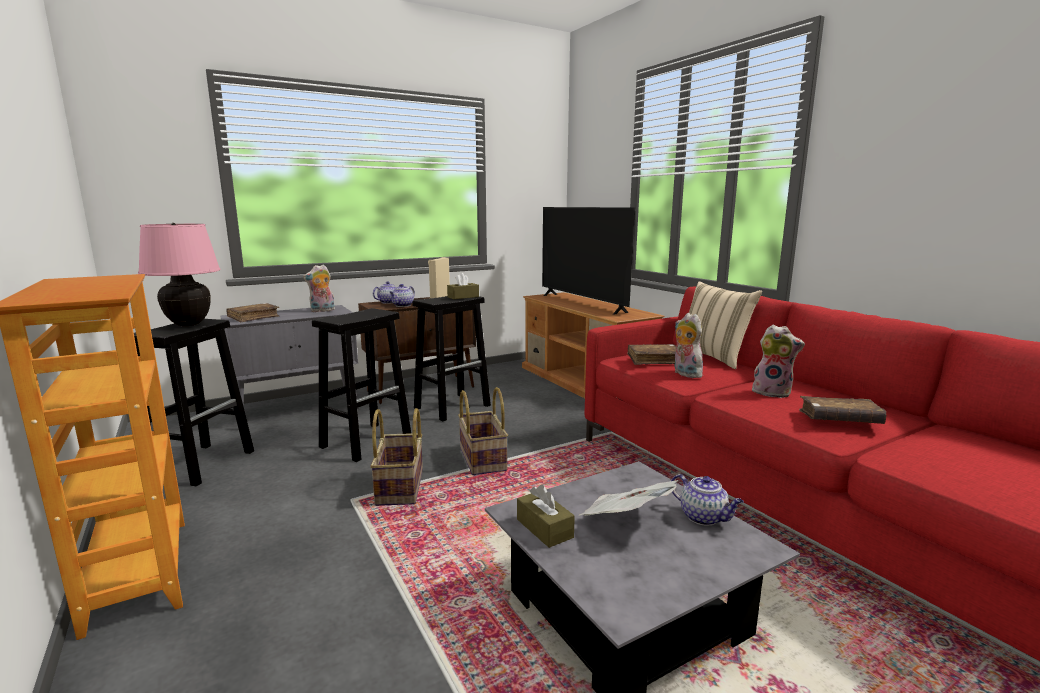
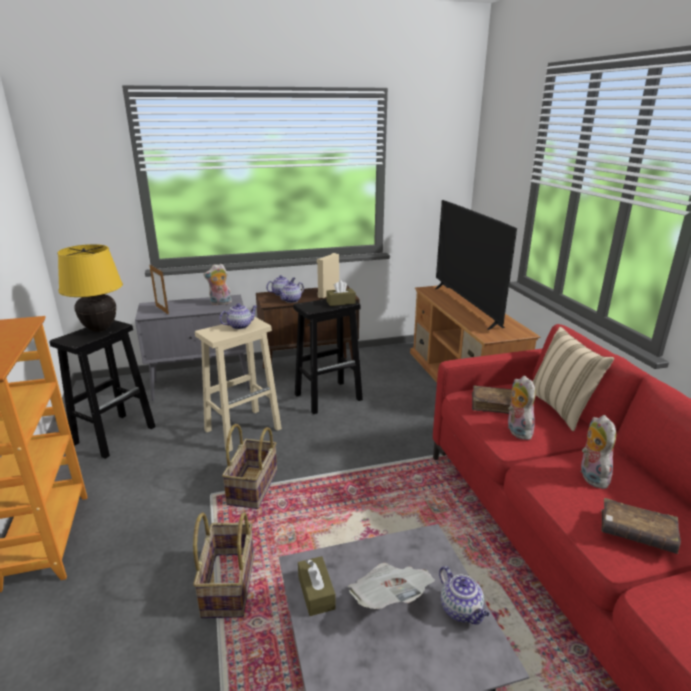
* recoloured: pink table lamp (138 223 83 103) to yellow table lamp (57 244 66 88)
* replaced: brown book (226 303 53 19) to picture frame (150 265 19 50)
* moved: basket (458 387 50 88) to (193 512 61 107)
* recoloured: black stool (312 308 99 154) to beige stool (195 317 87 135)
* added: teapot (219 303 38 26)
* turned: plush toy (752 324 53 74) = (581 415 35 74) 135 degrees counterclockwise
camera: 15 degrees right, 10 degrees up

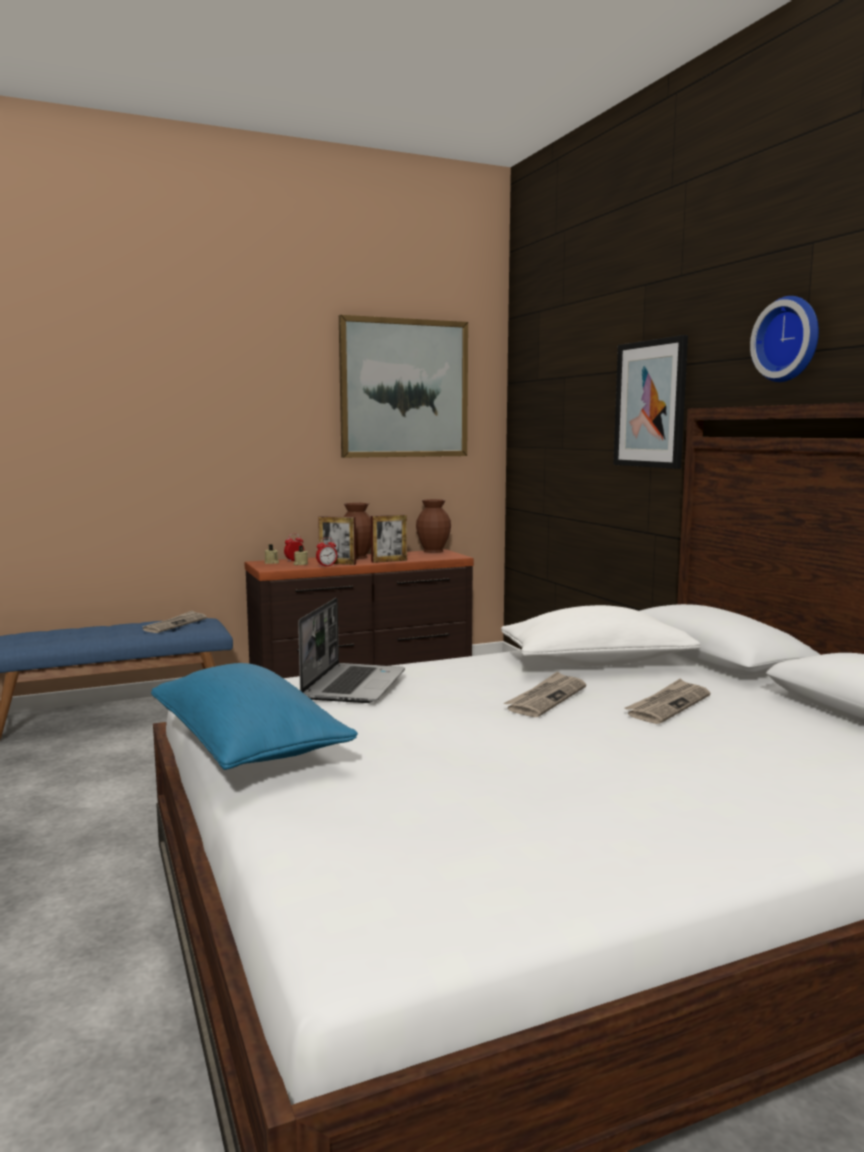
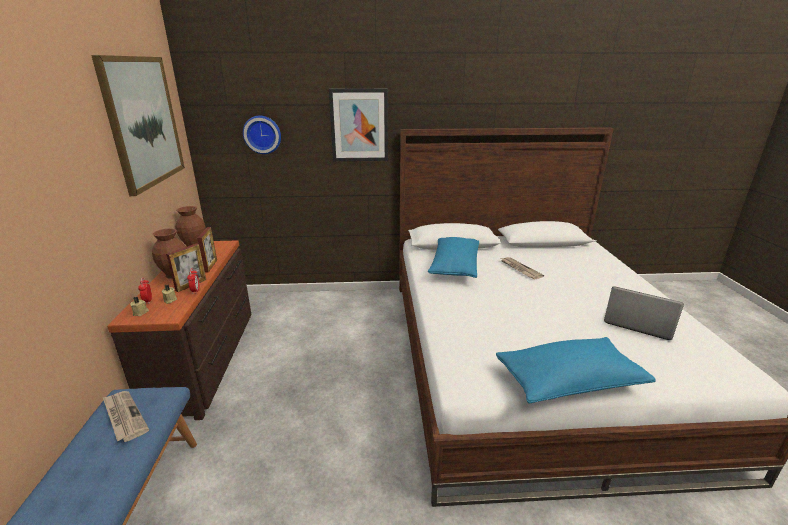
* moved: wall clock (750 296 69 86) to (243 116 38 38)
* recoloured: white pillow (501 605 200 61) to blue pillow (428 237 51 41)
* moved: laptop (298 598 107 105) to (604 286 80 54)
* removed: newspaper (504 671 82 46)
camera: 70 degrees left, 15 degrees up

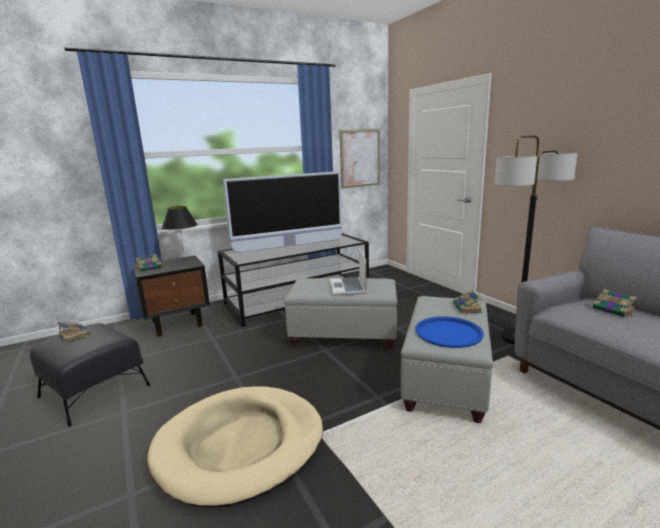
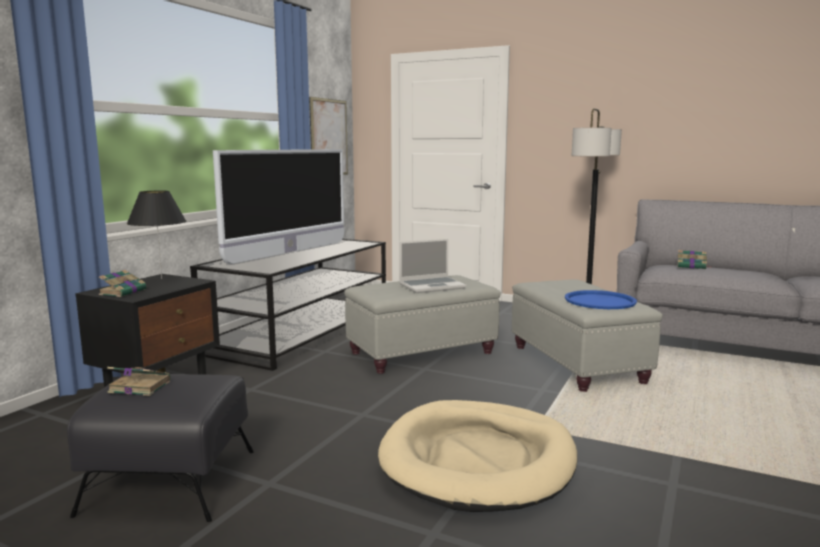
* turned: laptop (330 248 37 48) = (399 239 67 54) 75 degrees counterclockwise
* removed: book (453 290 30 24)
camera: 35 degrees left, 5 degrees down

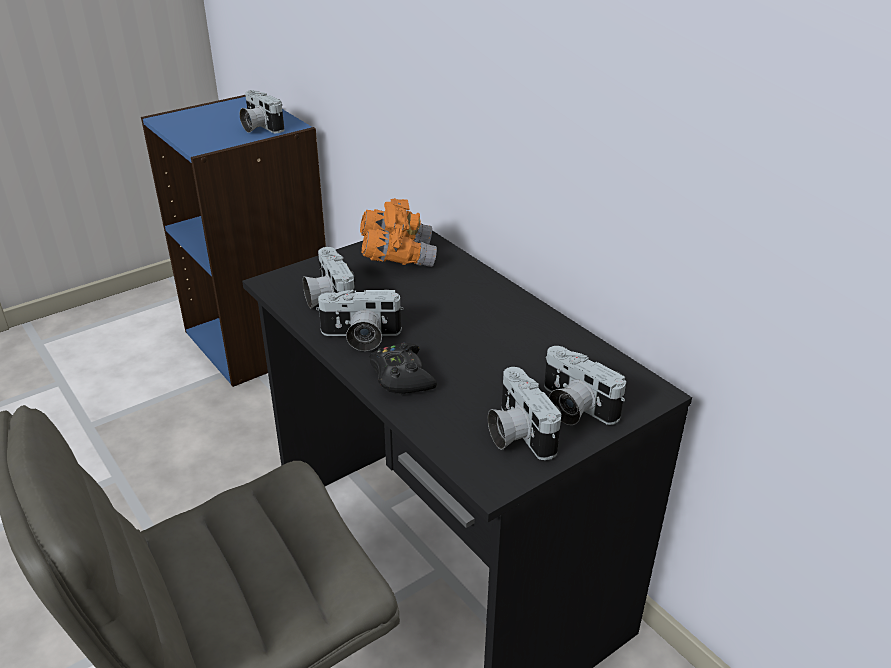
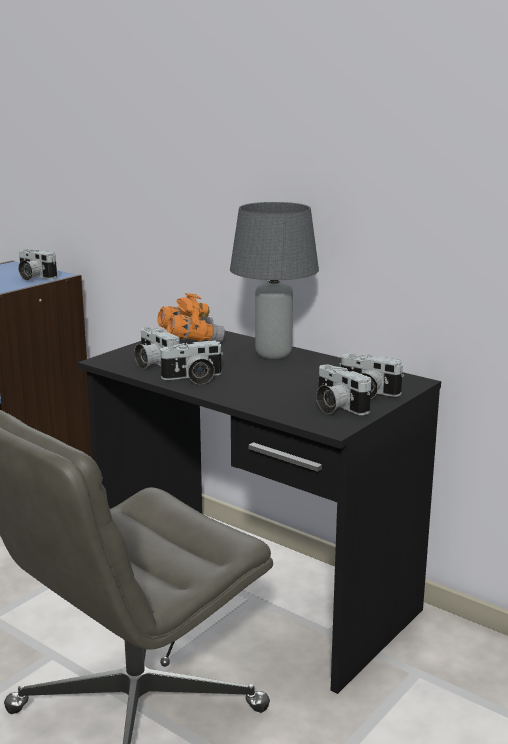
* added: grey table lamp (230 202 89 157)
* removed: black game controller (369 343 68 52)
camera: 15 degrees left, 15 degrees down

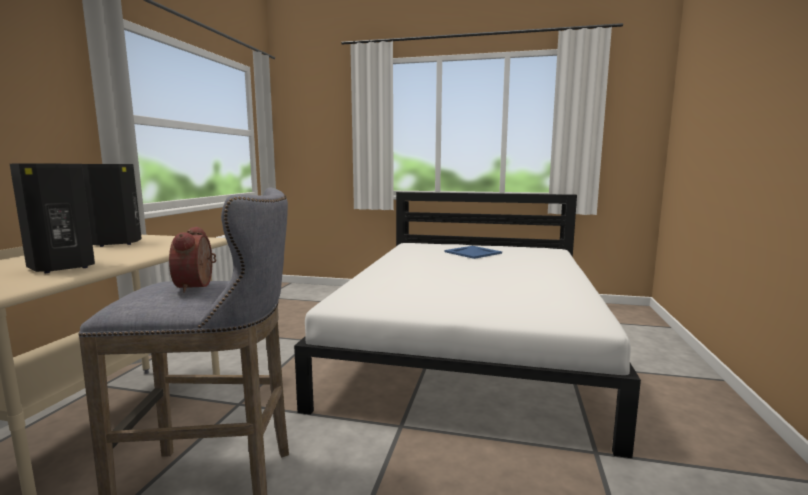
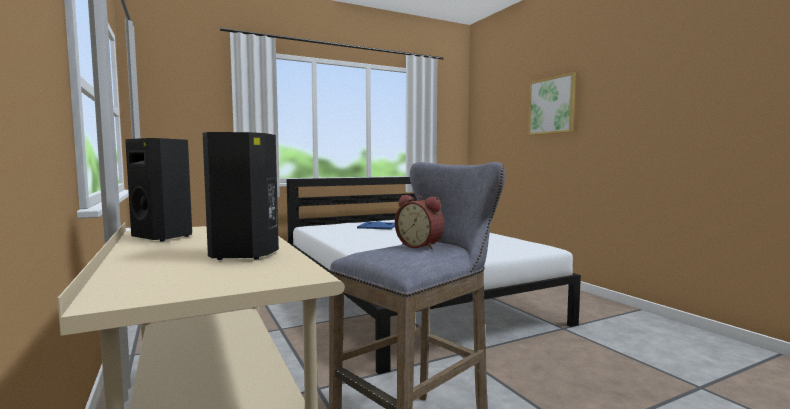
* added: picture (528 72 48 63)
camera: 40 degrees left, 5 degrees down

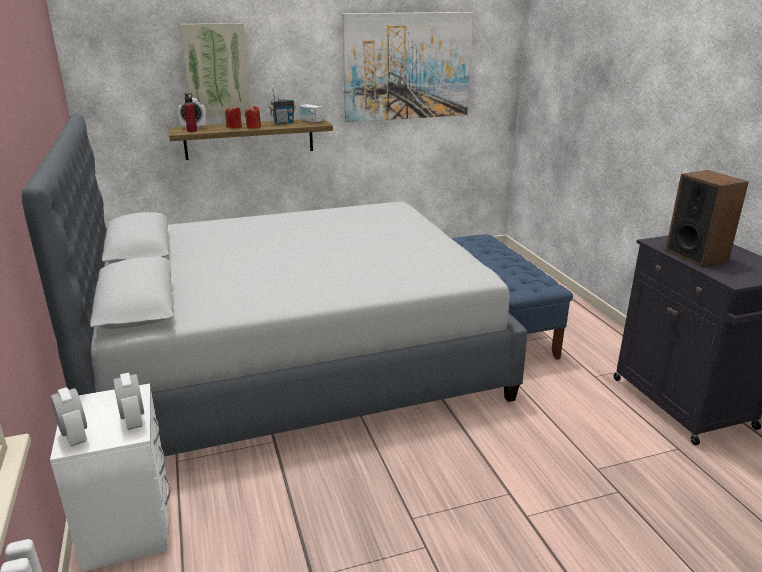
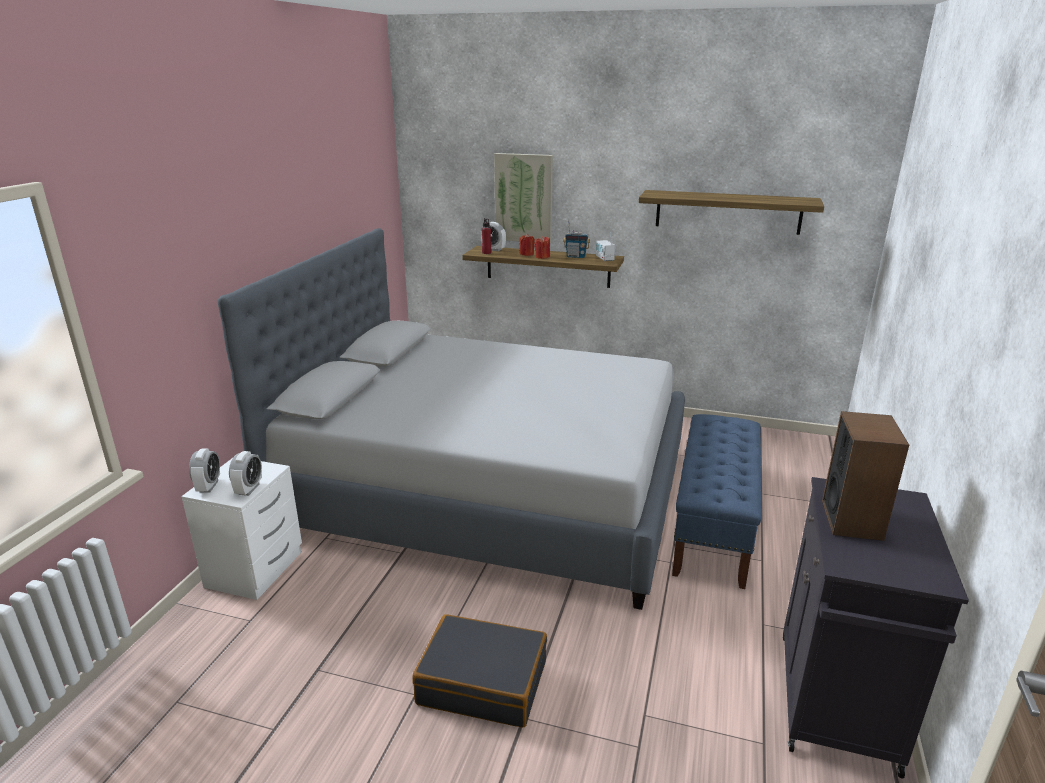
* added: black suitcase (412 614 135 114)
* replaced: picture (342 12 131 110) to shelf (639 190 185 45)
camera: 35 degrees right, 0 degrees up

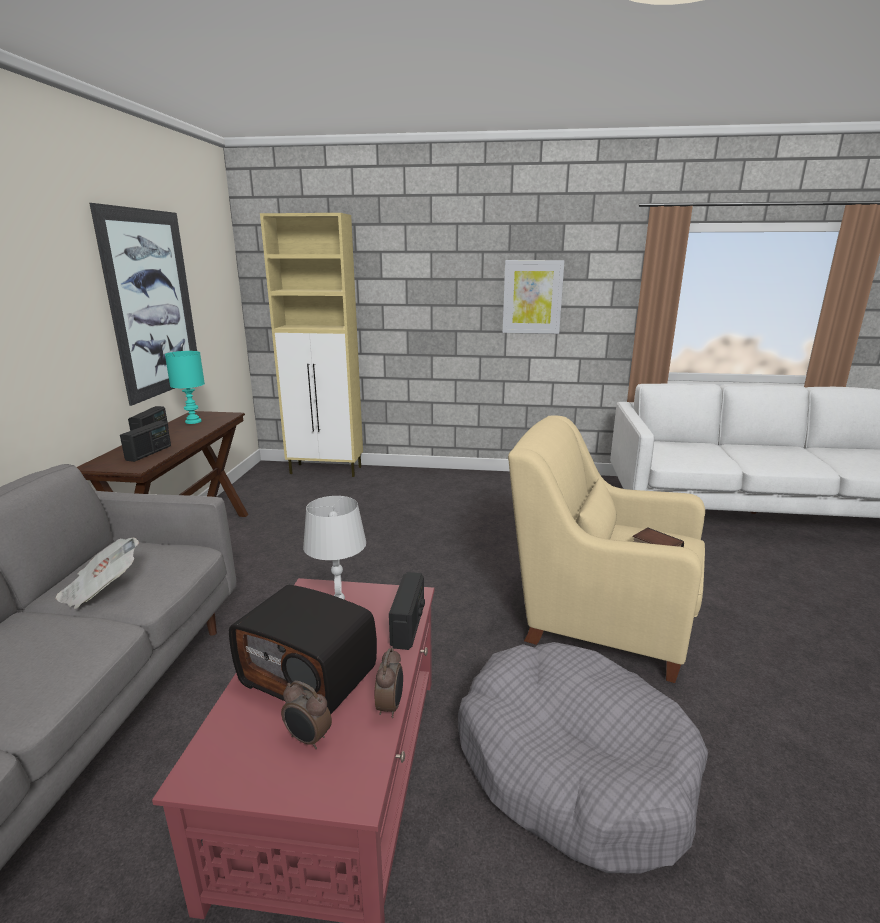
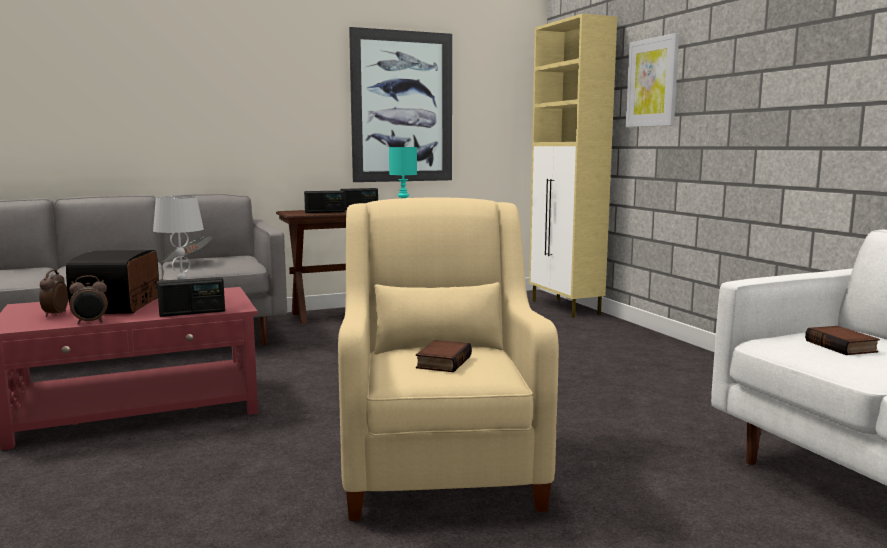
* moved: picture (502 260 63 74) to (626 33 53 94)
* added: book (805 326 75 29)
* removed: grey dog bed (458 642 250 232)
camera: 60 degrees right, 10 degrees down

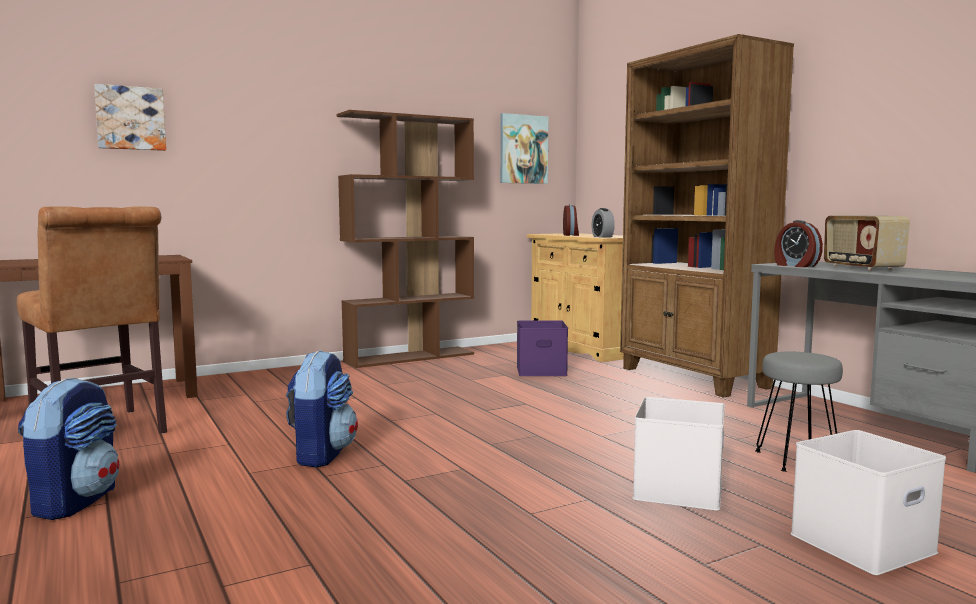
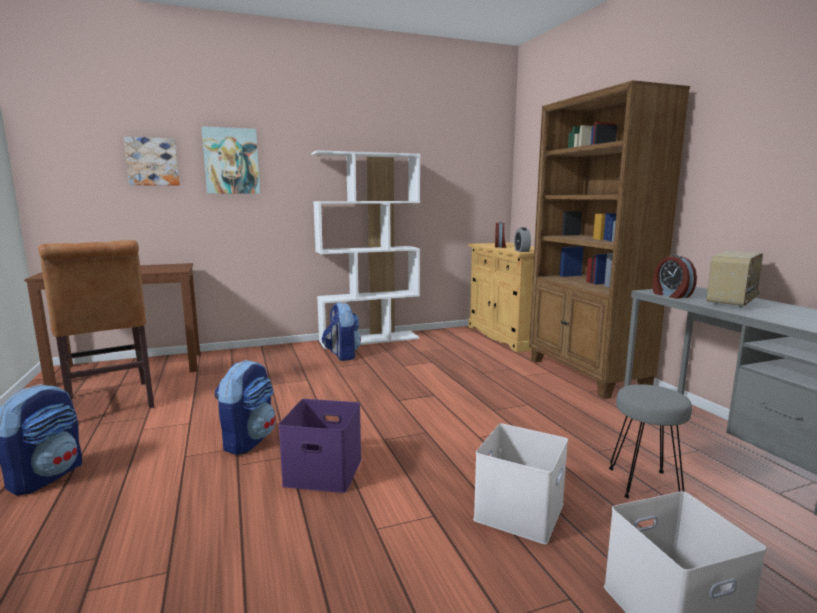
* moved: picture (500 113 48 71) to (201 126 59 68)
* moved: purple storage box (517 320 51 56) to (278 399 84 94)
* recoloured: brown bookcase (337 110 137 258) to white bookcase (311 150 109 199)
* added: backpack (322 302 39 59)
* turned: radio (824 216 86 55) = (706 251 57 57) 135 degrees counterclockwise
camera: 10 degrees right, 5 degrees up

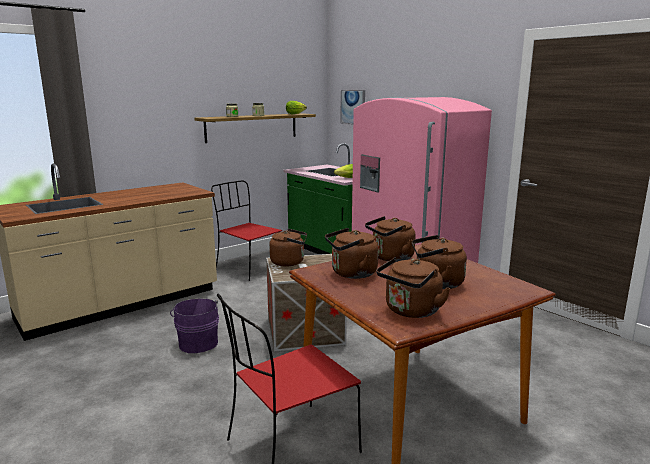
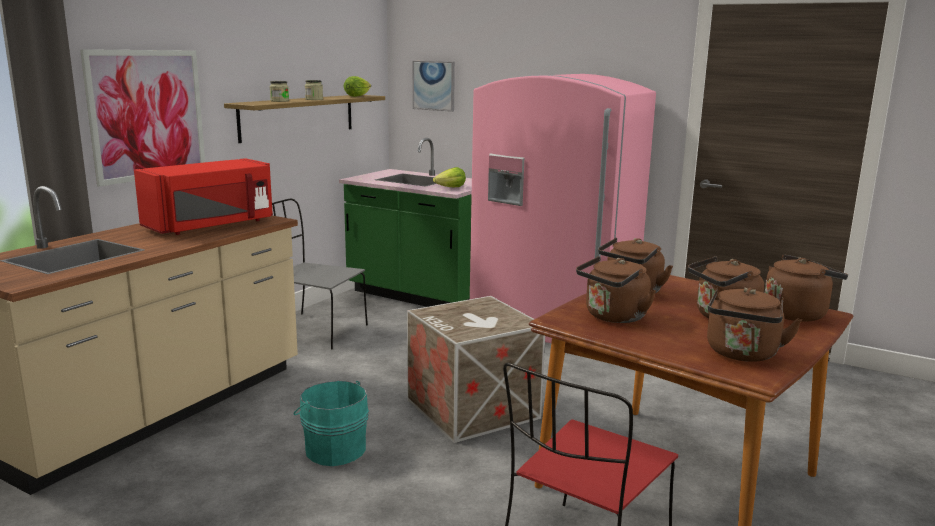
* added: picture (80 49 125 137)
* added: red microwave (134 158 139 77)
* recoloured: red chair (211 180 71 101) to grey chair (272 198 96 152)
* recoloured: purple bucket (170 298 49 55) to turquoise bucket (294 380 75 86)
* moved: brown kettle (269 229 38 37) to (764 255 84 67)
camera: 20 degrees left, 0 degrees up

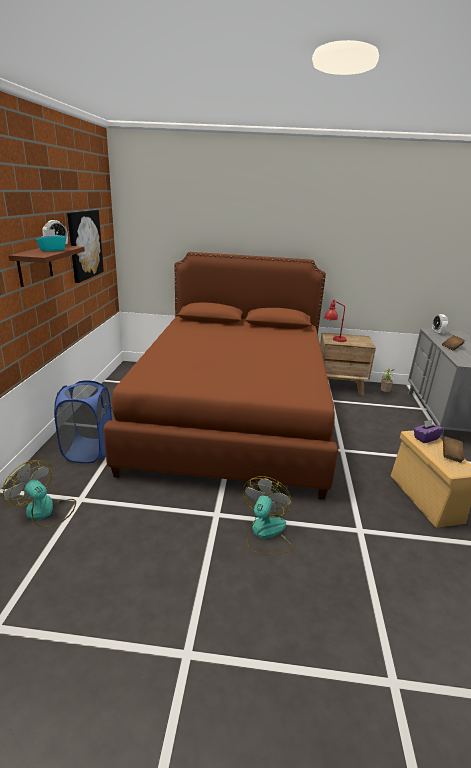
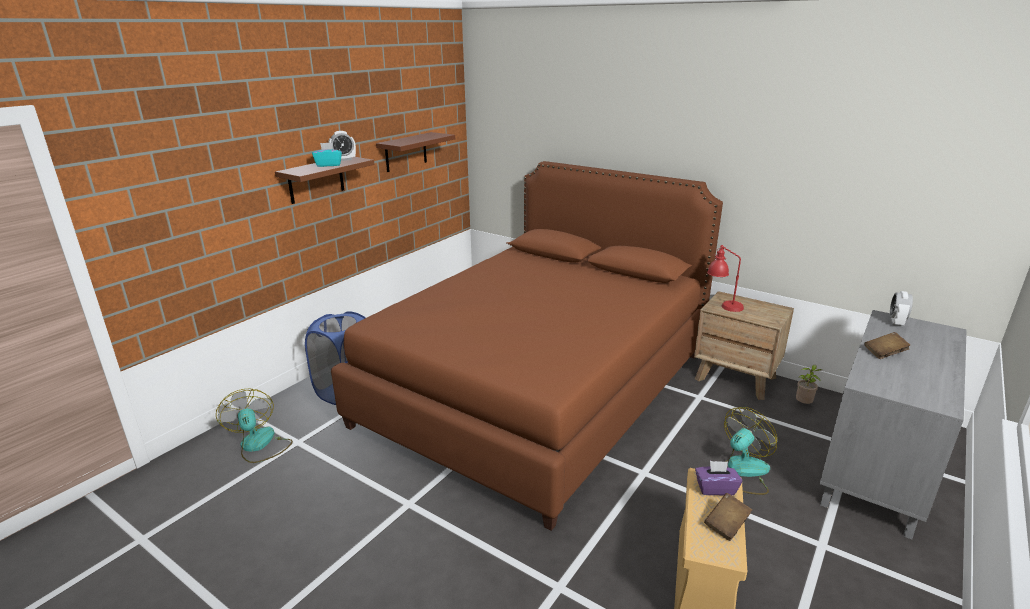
* replaced: picture (67 210 37 73) to brown shelf (376 132 79 40)
* moved: fan (243 476 50 79) to (724 407 53 88)
camera: 30 degrees right, 0 degrees up

